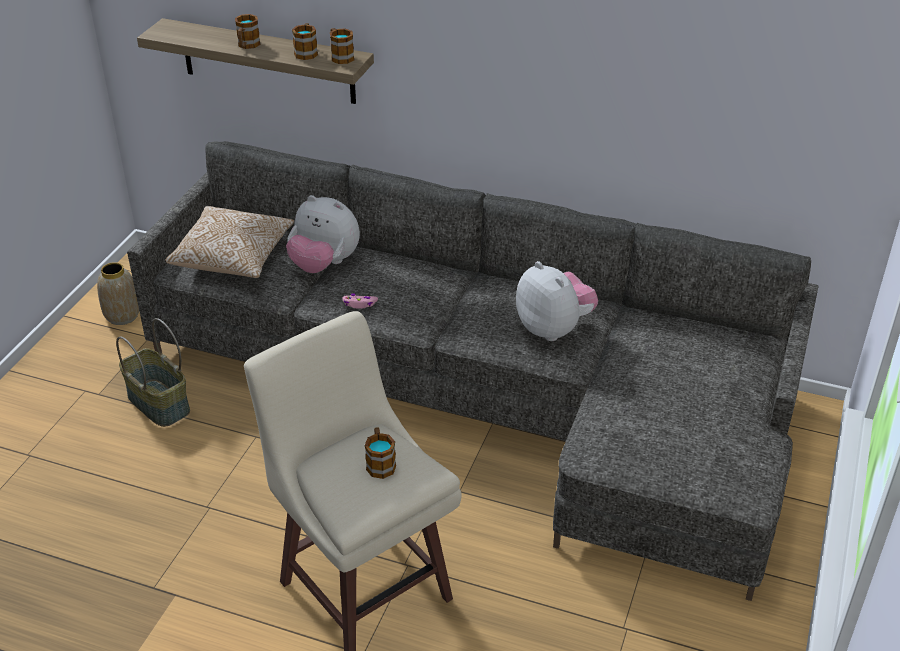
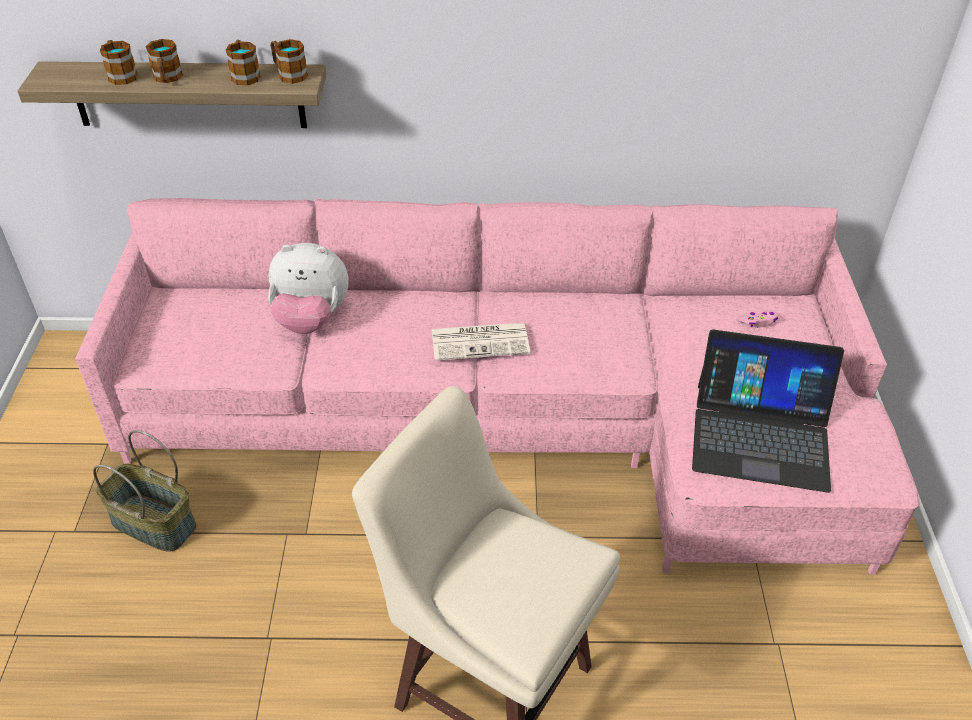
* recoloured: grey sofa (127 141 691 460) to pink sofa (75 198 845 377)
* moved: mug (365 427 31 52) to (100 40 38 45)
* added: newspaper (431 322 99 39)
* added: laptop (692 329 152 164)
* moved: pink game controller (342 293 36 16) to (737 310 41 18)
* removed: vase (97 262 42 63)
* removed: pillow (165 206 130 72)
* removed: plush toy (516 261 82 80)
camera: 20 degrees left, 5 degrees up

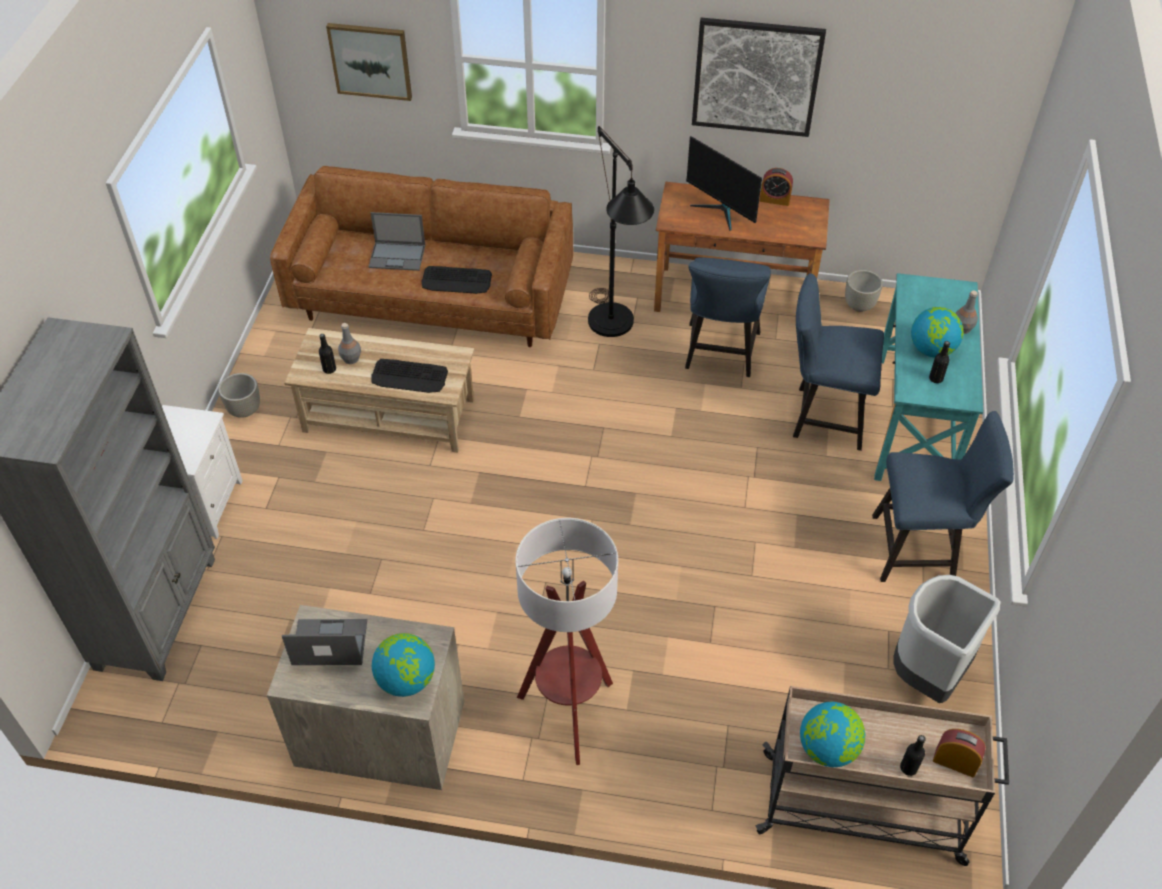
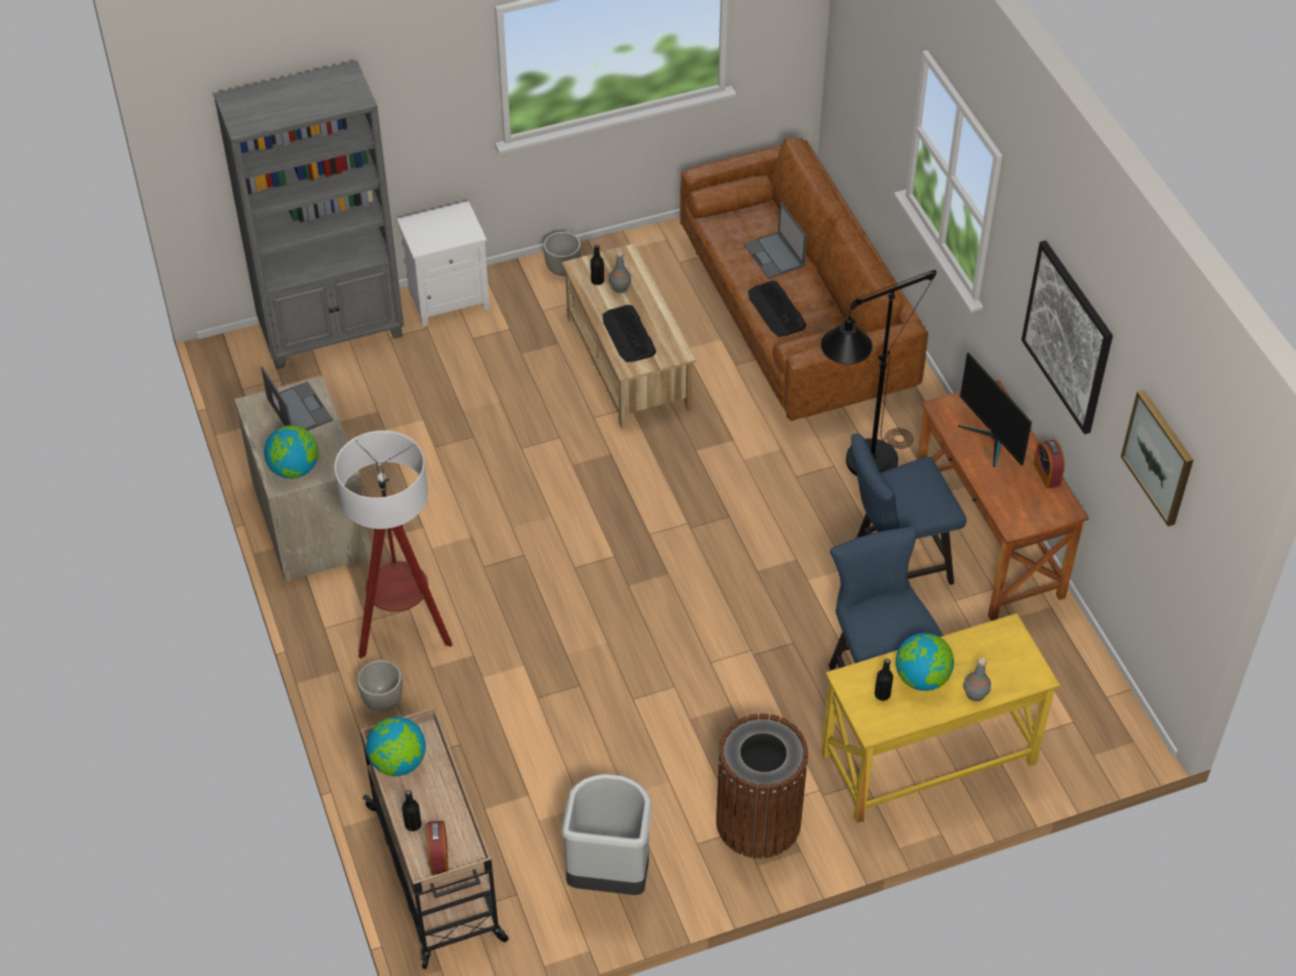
* moved: grey planter (845 270 38 42) to (357 660 46 52)
* replaced: blue chair (872 411 142 171) to brown trash can (716 713 93 145)
* recoloured: turquoise desk (874 273 109 208) to yellow desk (821 613 239 210)
* turned: monitor (686 136 76 95) = (957 353 75 114) 45 degrees counterclockwise
* moved: picture (326 23 86 78) to (1121 390 72 136)
camera: 60 degrees right, 0 degrees up

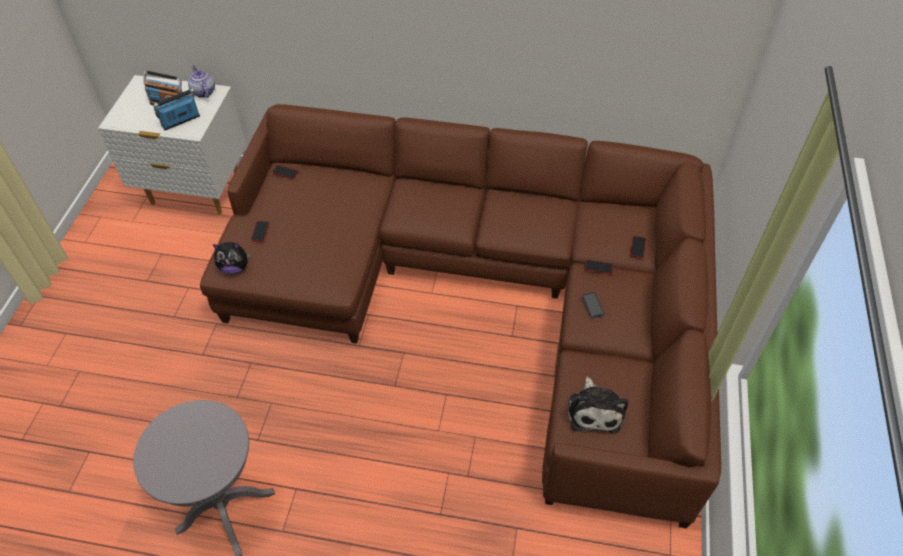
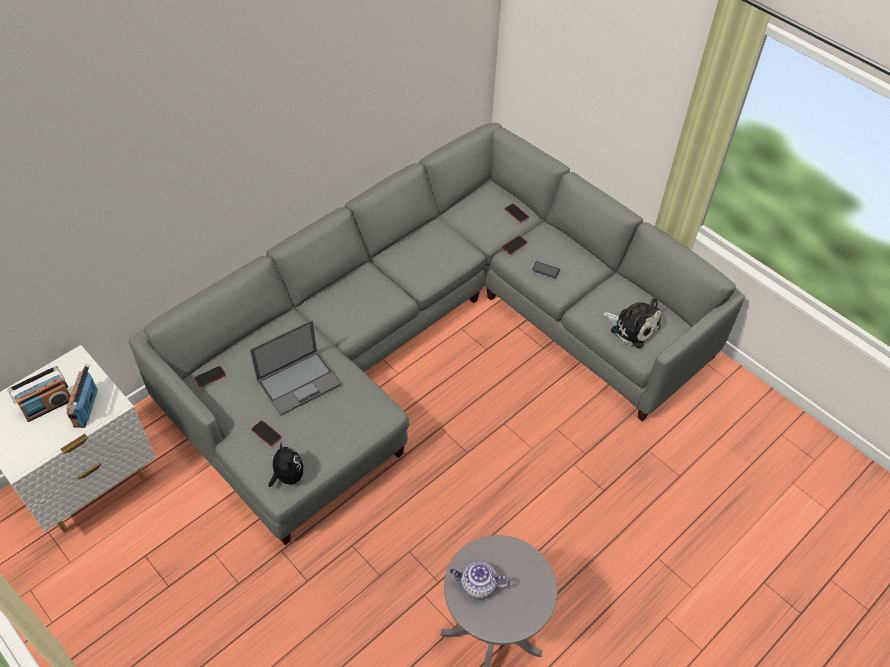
* recoloured: brown sofa (200 104 521 424) to grey sofa (129 123 616 422)
* added: laptop (250 319 91 97)
* turned: plush toy (213 242 38 32) = (268 442 36 45) 60 degrees counterclockwise
* moved: teapot (188 66 27 32) to (450 561 60 39)
camera: 55 degrees left, 0 degrees up

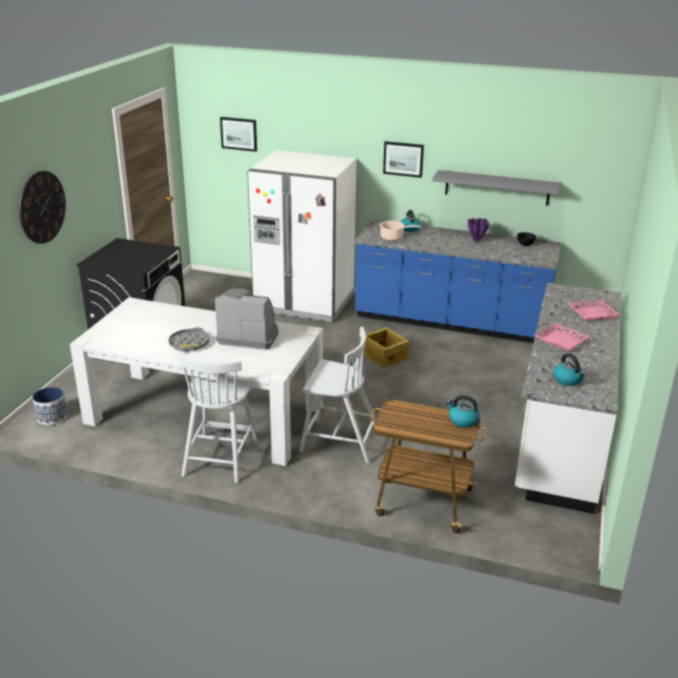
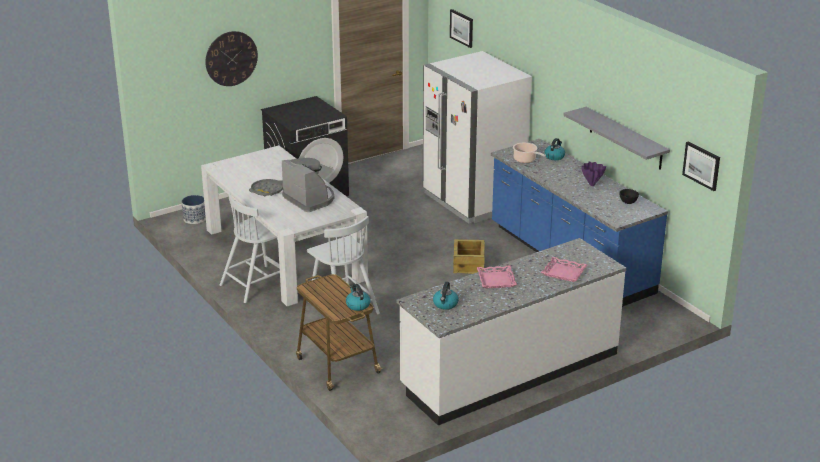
* moved: picture (383 141 41 37) to (682 142 38 49)
camera: 40 degrees right, 0 degrees up

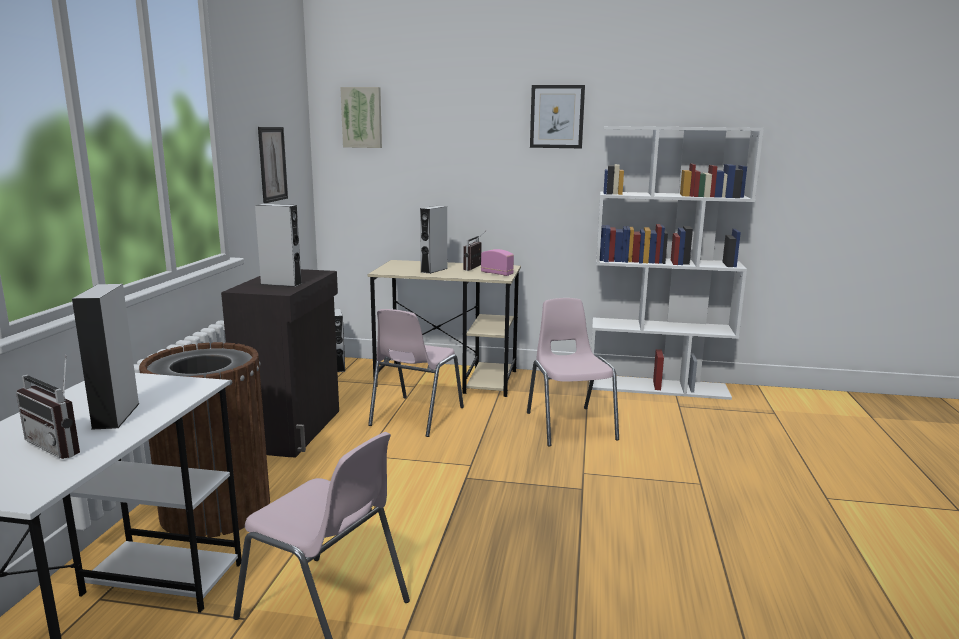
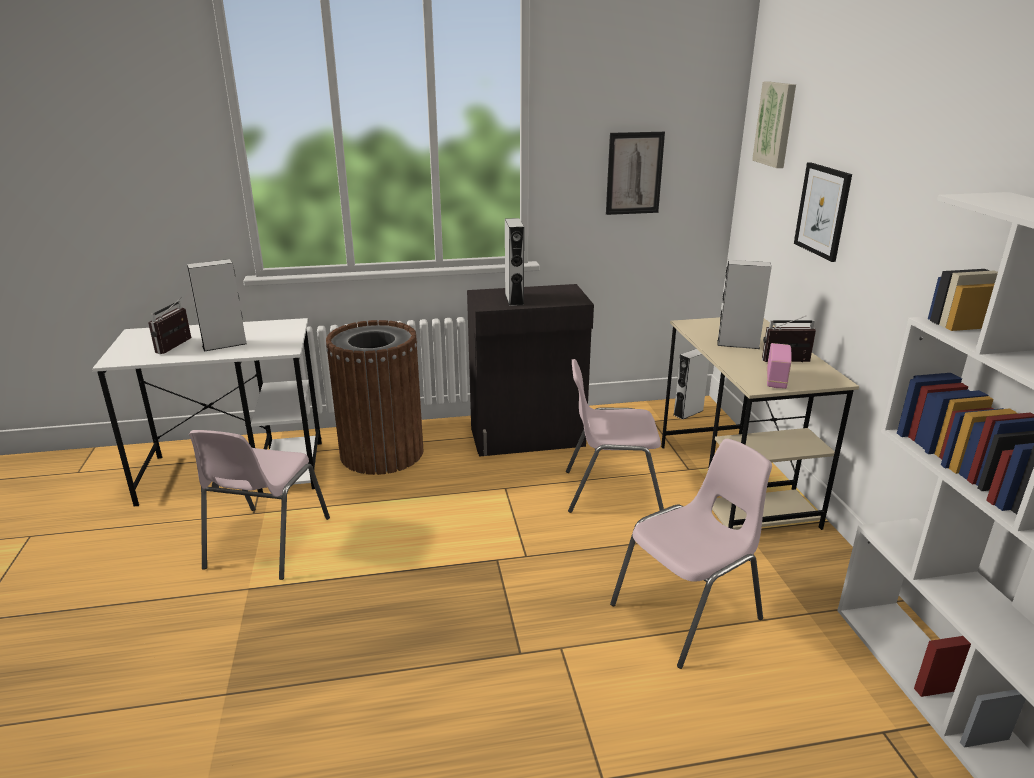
* moved: picture (530 85 55 63) to (794 162 58 100)
camera: 70 degrees right, 10 degrees up

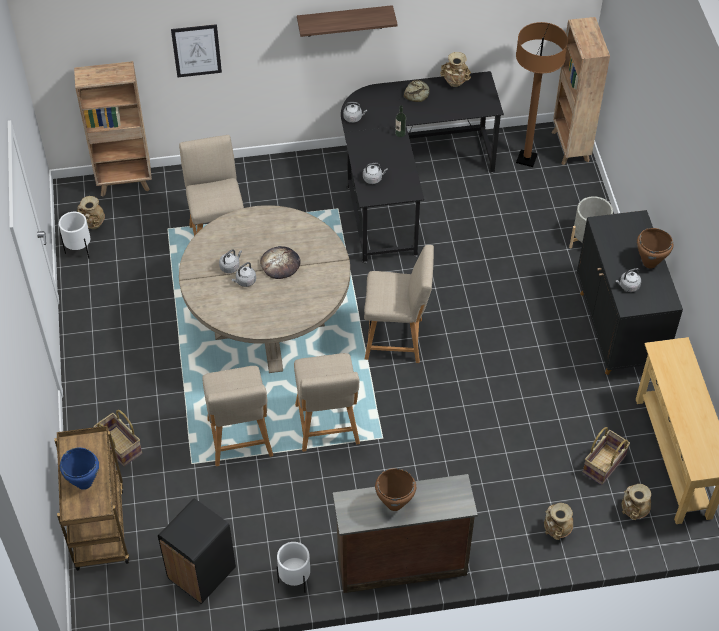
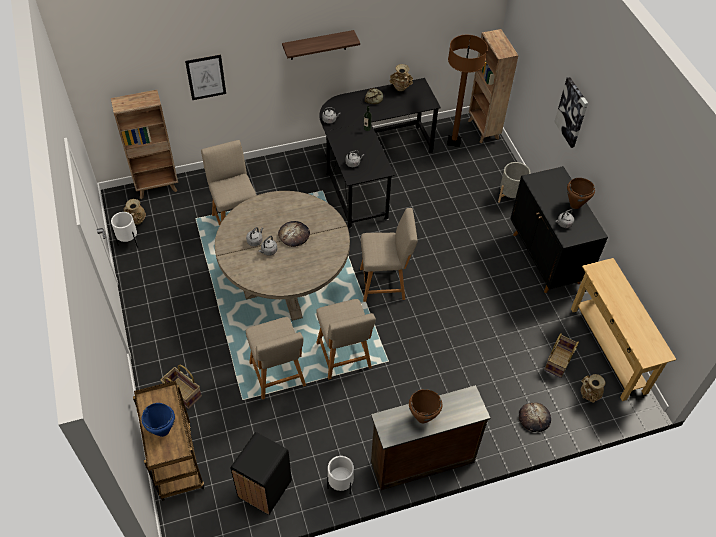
* replaced: beige vase (544 503 29 37) to bread (519 403 32 29)
* added: picture (554 77 34 71)
camera: 10 degrees left, 0 degrees up

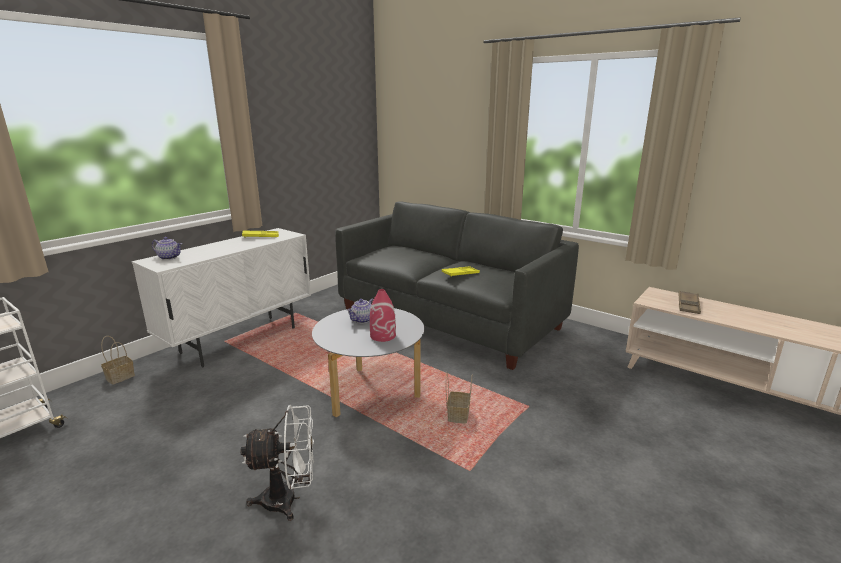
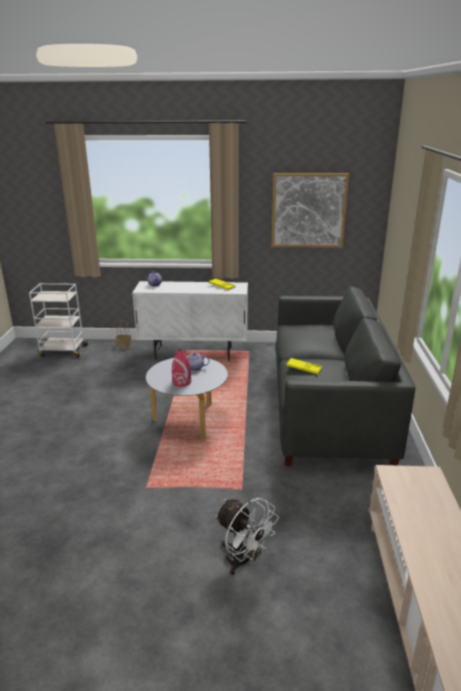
* moved: white fan (240 405 74 116) to (215 498 64 77)
* added: picture (271 173 78 75)
* removed: basket (446 372 26 52)
* removed: brown tray (678 291 23 23)
camera: 55 degrees right, 5 degrees up

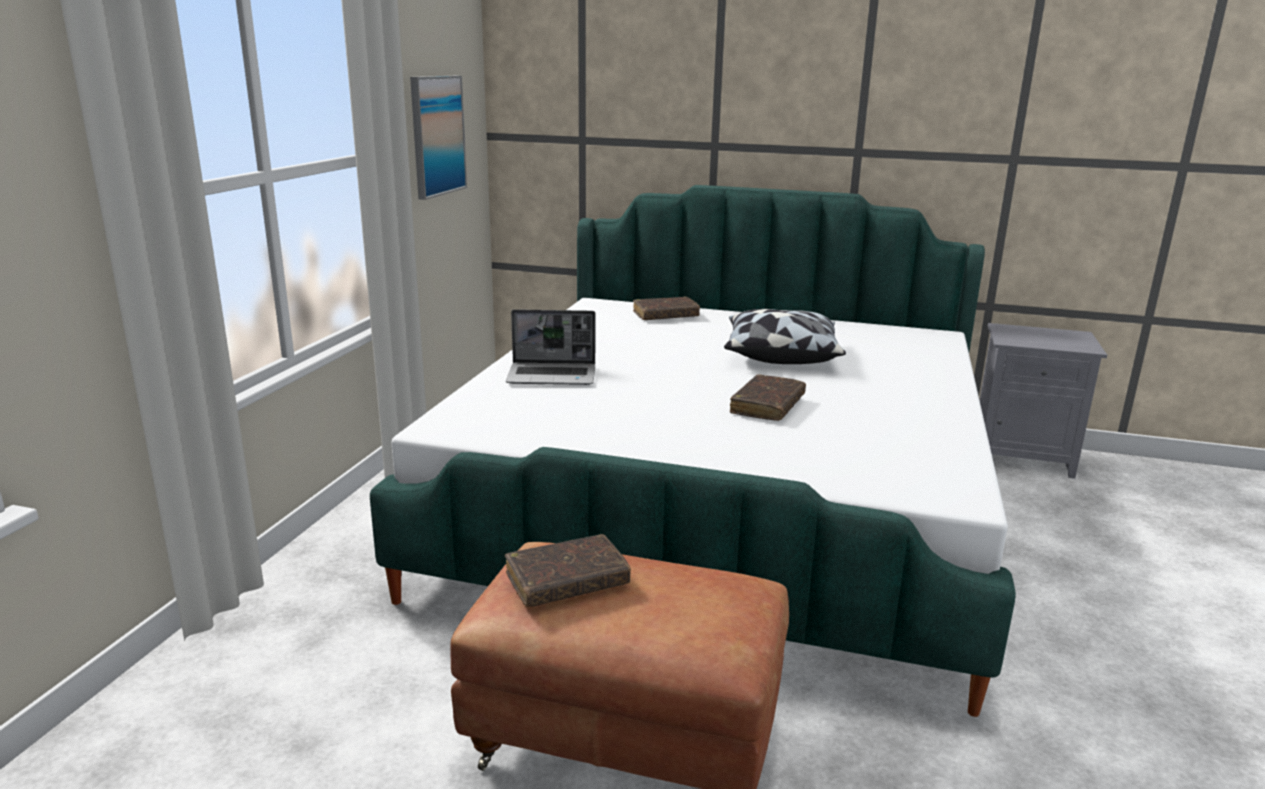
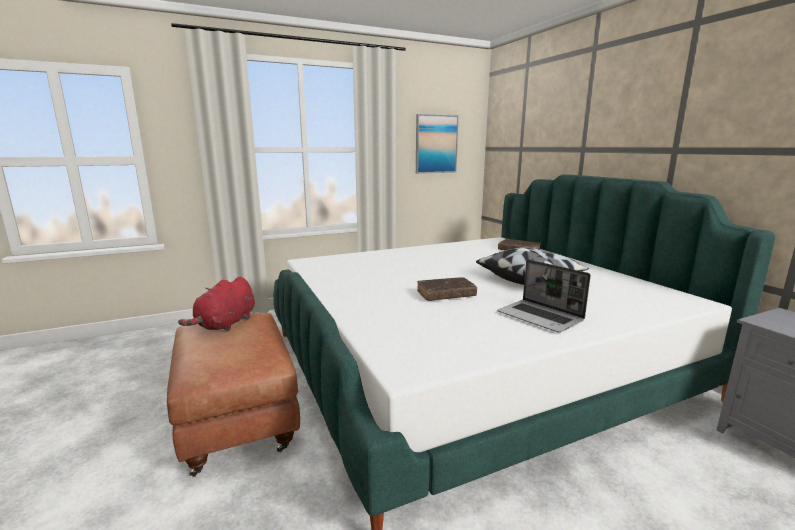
* replaced: brown book (505 534 126 73) to red plush toy (178 277 77 54)
* moved: laptop (506 309 90 76) to (497 259 94 74)
camera: 50 degrees right, 5 degrees down

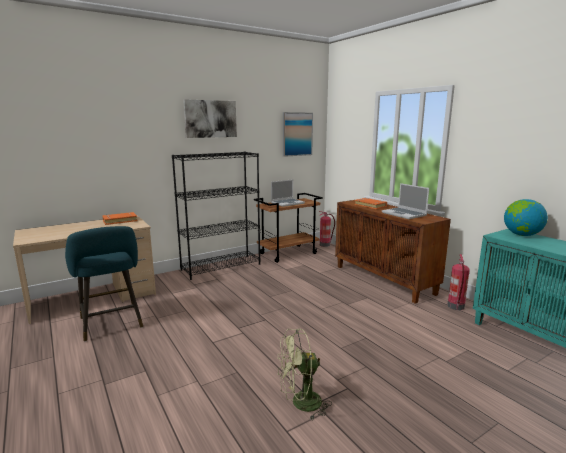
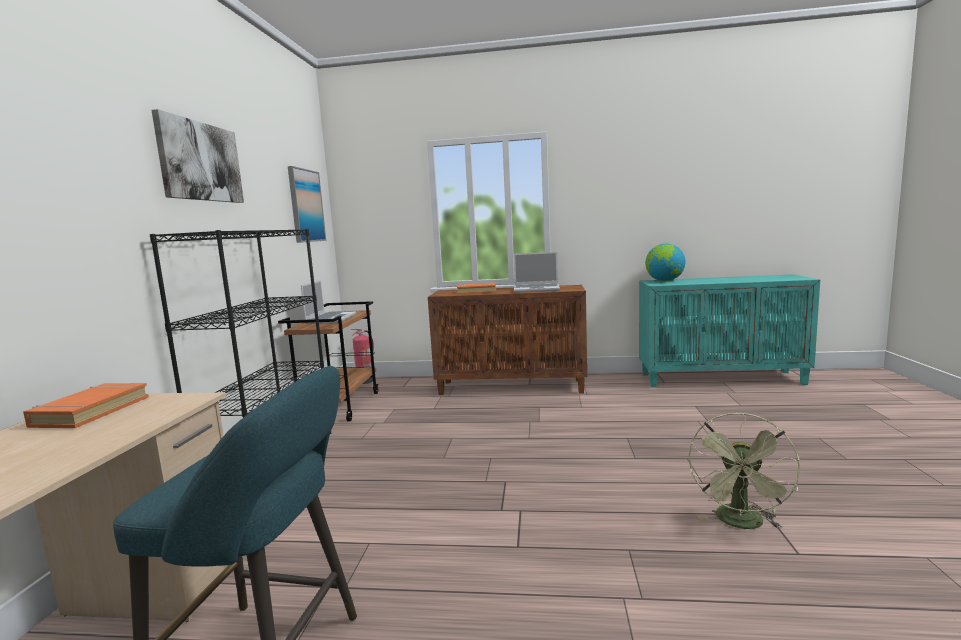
* removed: fire extinguisher (447 254 23 56)
camera: 50 degrees left, 5 degrees down

